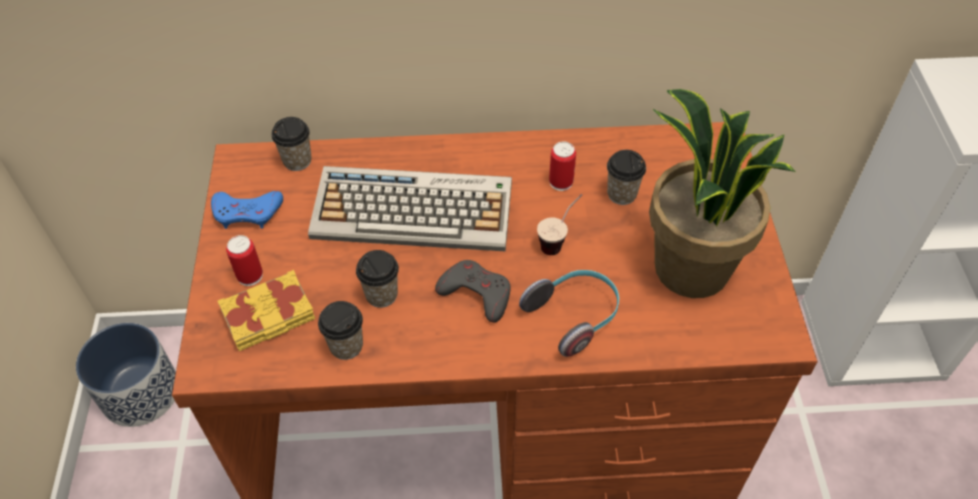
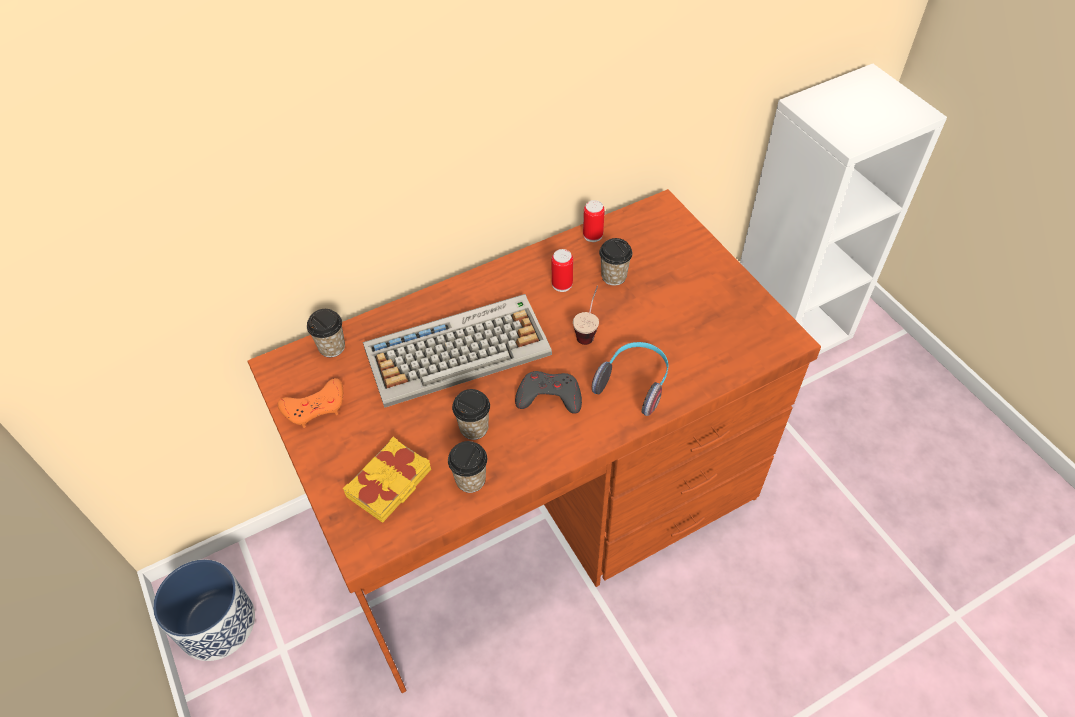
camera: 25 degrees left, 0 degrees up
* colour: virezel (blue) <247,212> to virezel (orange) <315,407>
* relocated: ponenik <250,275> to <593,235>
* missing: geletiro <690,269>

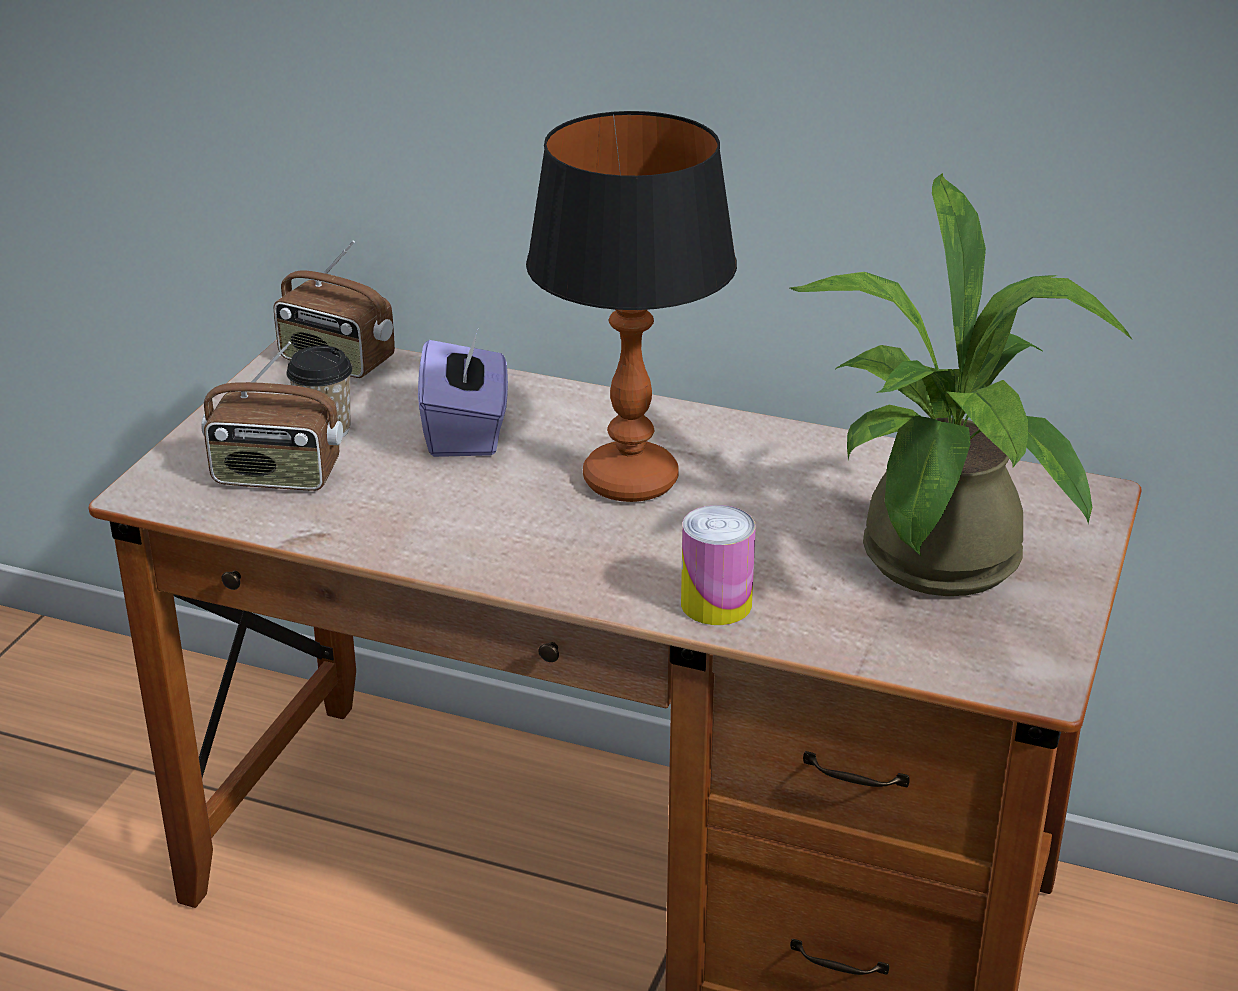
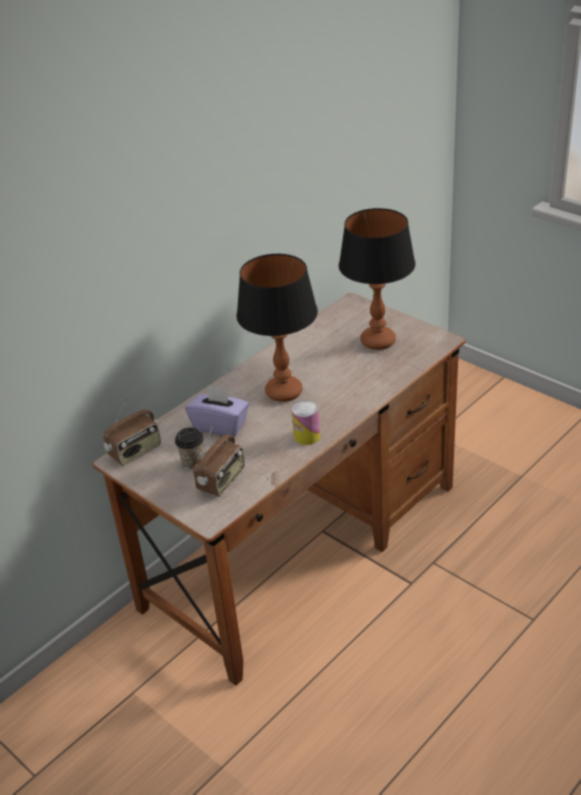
camera: 65 degrees left, 5 degrees up
* relocated: ponenik <716,604> to <307,436>
* exchanged: geletiro <938,570> to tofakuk <377,341>

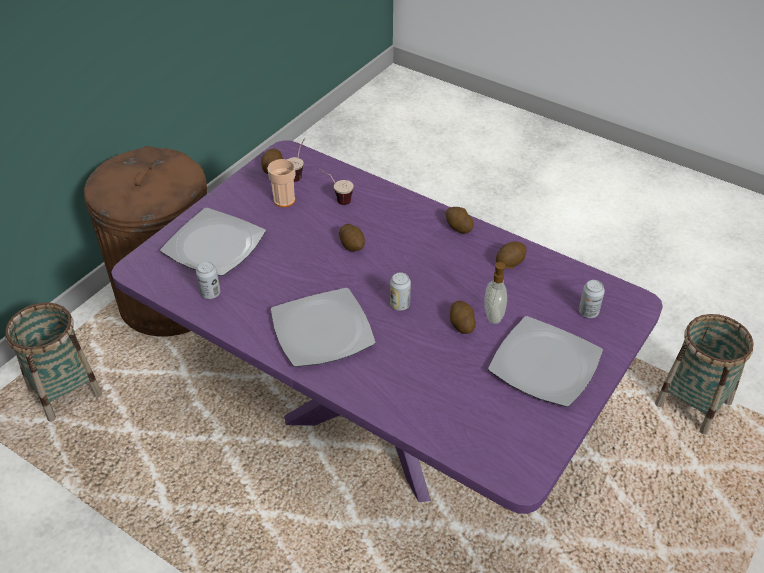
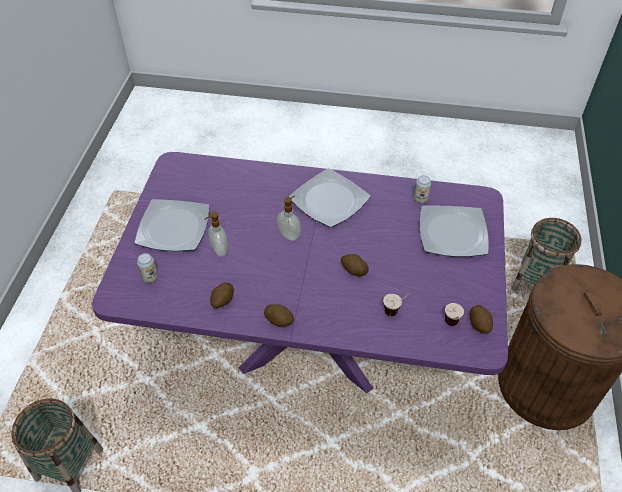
camera: 155 degrees right, 5 degrees up
* missing: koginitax <284,200>
* exchanged: ponenik <399,305> to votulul <289,235>
* missing: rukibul <461,324>

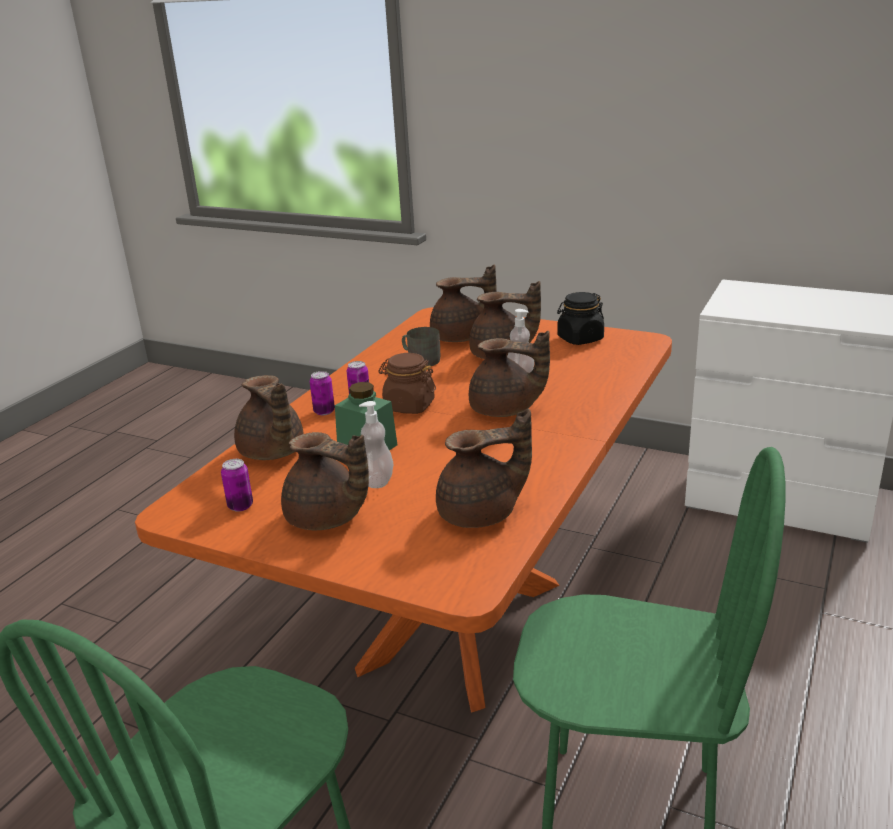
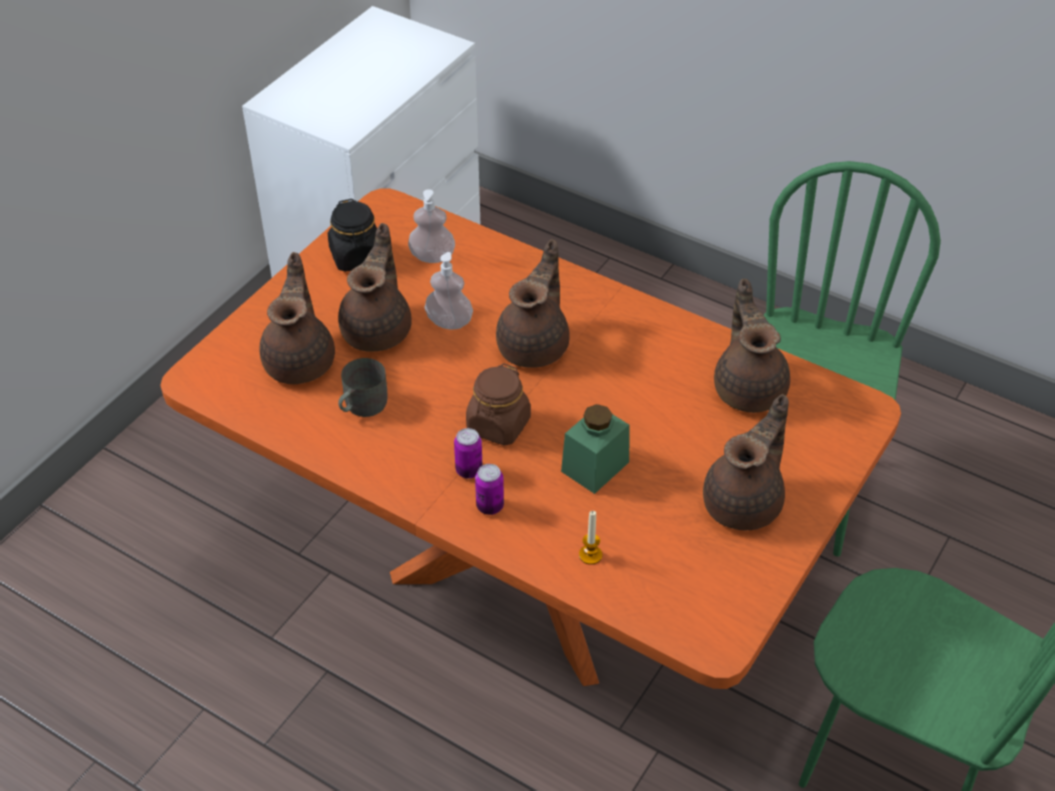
camera: 85 degrees left, 20 degrees up
* missing: ponenik <240,506>
* exchanged: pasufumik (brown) <272,453> to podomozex <590,555>
* relocated: votulul <377,481> to <432,256>

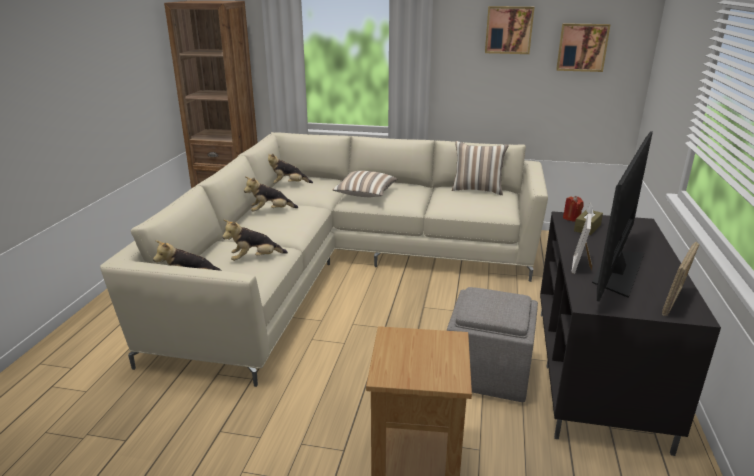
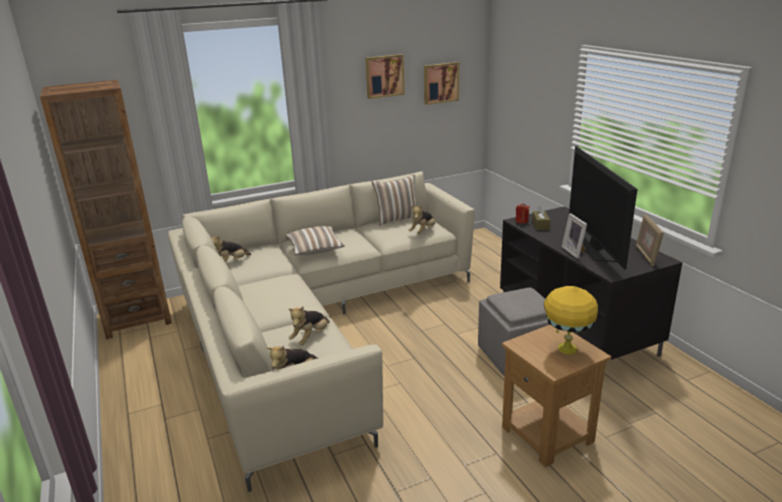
camera: 35 degrees left, 0 degrees up
* relocated: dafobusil <270,212> to <423,232>
* appeared: tofakuk (yellow) <566,348>

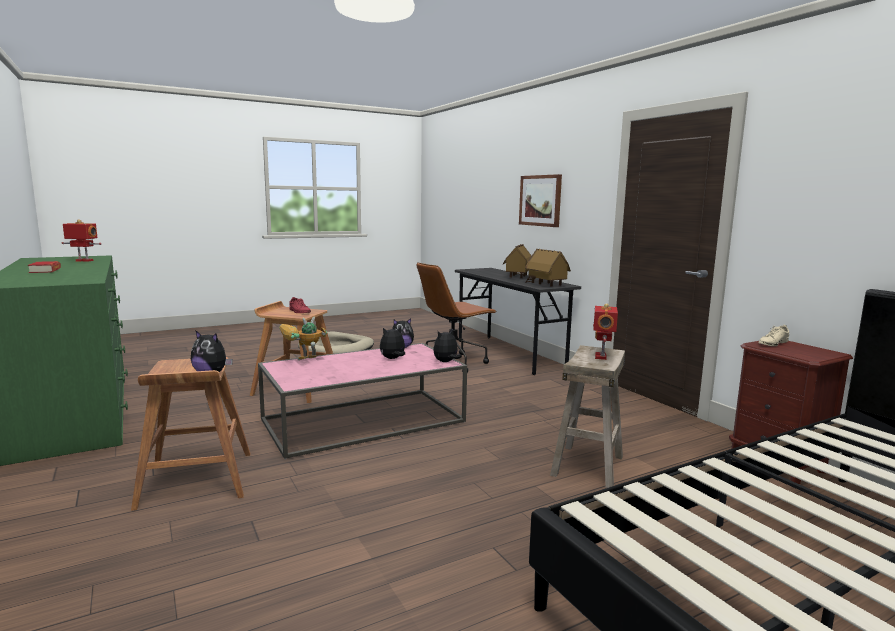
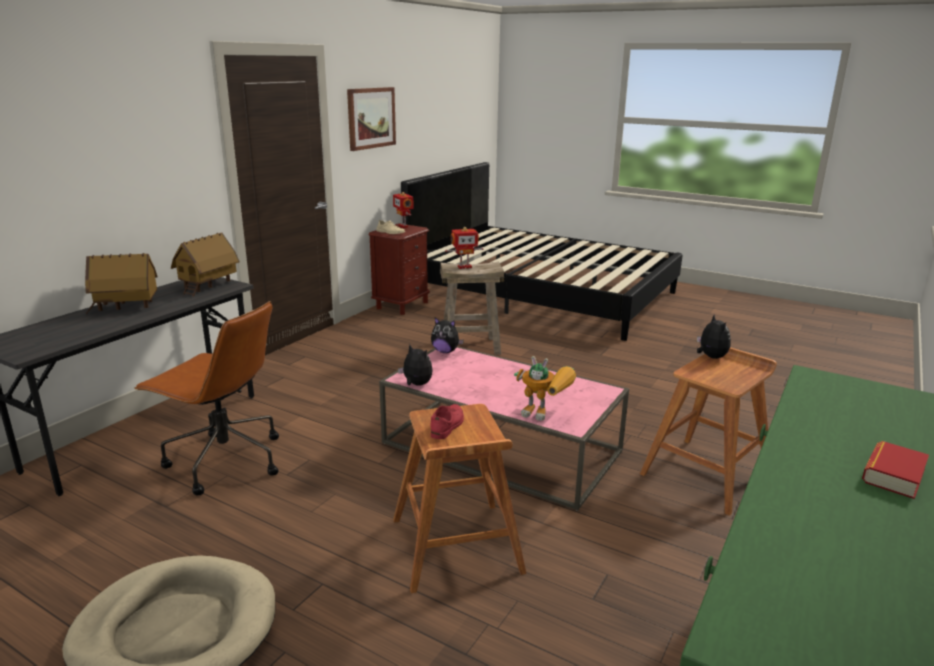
camera: 120 degrees left, 10 degrees up
* relocated: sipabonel <83,261> to <403,226>
* missing: dafobusil <392,359>
* relocated: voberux <540,200> to <371,118>

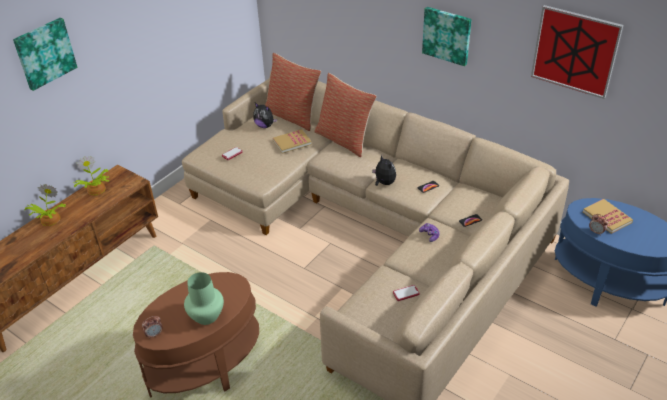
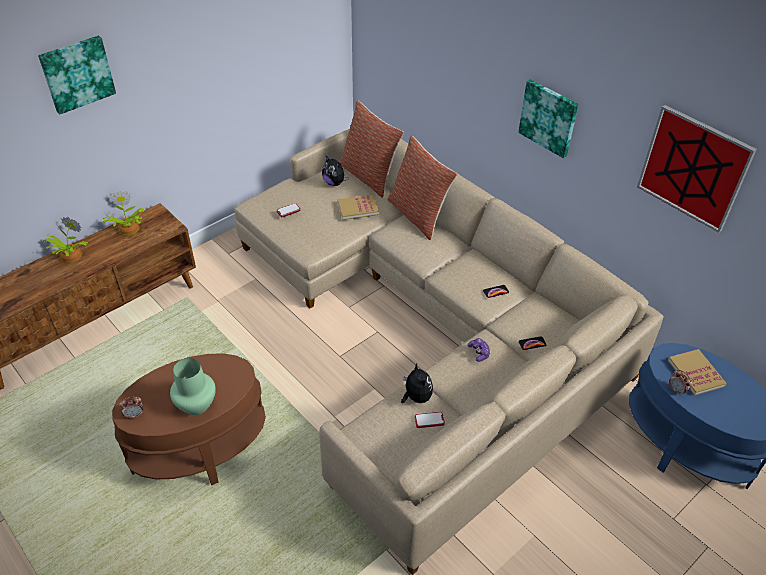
camera: 10 degrees right, 5 degrees up
* relocated: dafobusil <384,183> to <416,397>

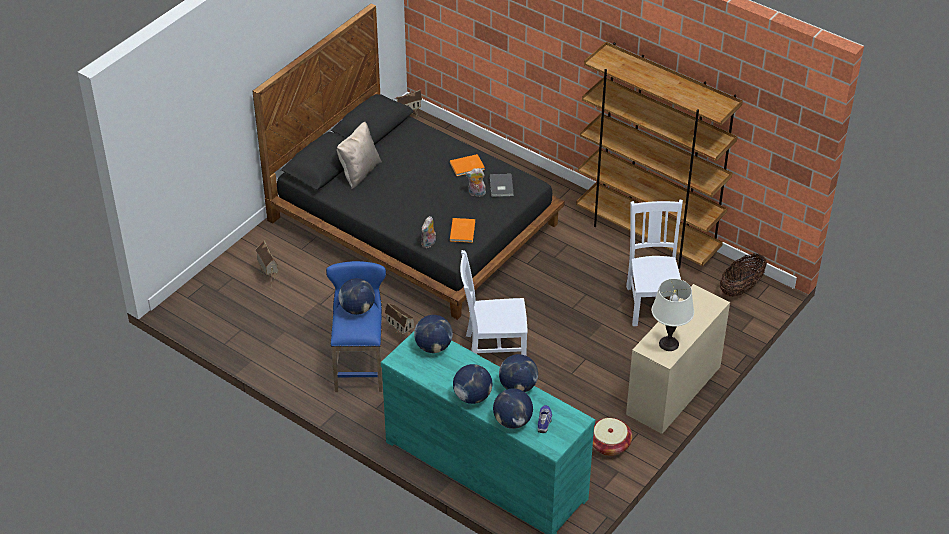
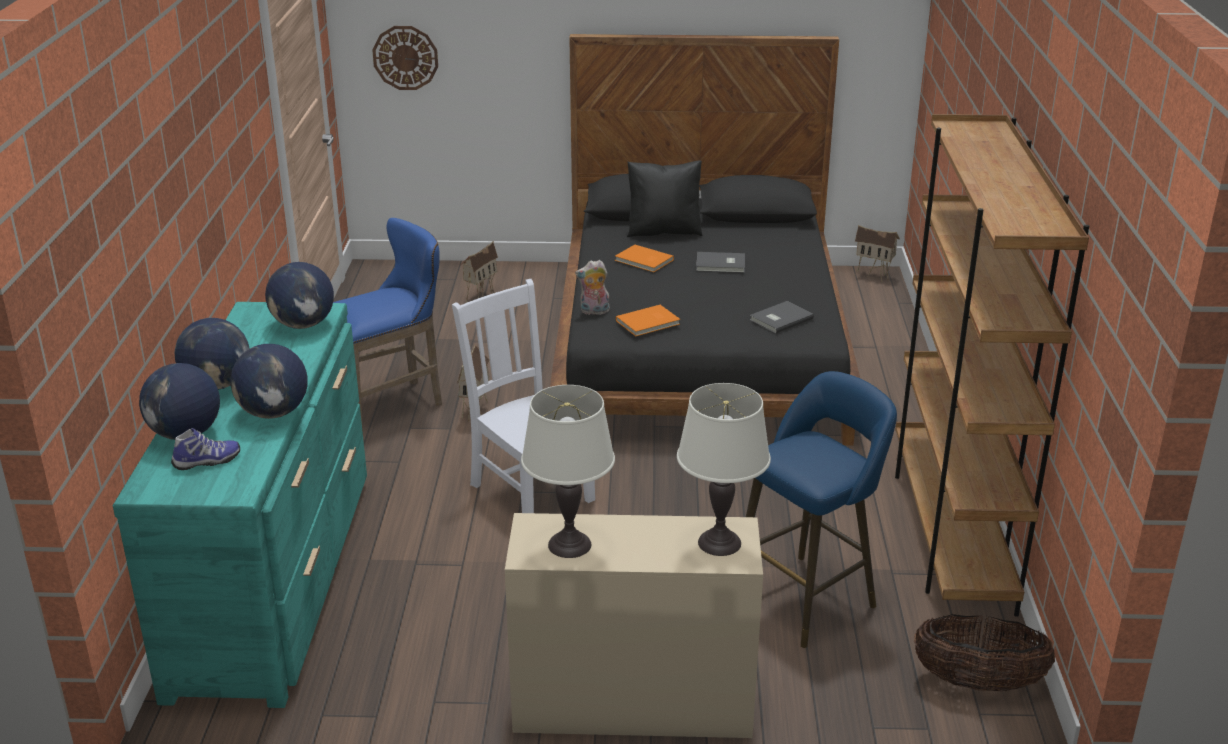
camera: 55 degrees right, 15 degrees down
* colour: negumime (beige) <359,172> to negumime (black) <664,231>
* missing: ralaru <357,309>
* relocated: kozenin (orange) <468,166> to <644,261>
* missing: dafobusil <476,193>
* missing: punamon <609,444>
* exchanged: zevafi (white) <652,303> to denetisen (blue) <808,597>
* appeared: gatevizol <405,57>
* appeared: tofakuk (white) <719,543>
* appeared: kozenin (grey) <721,265>

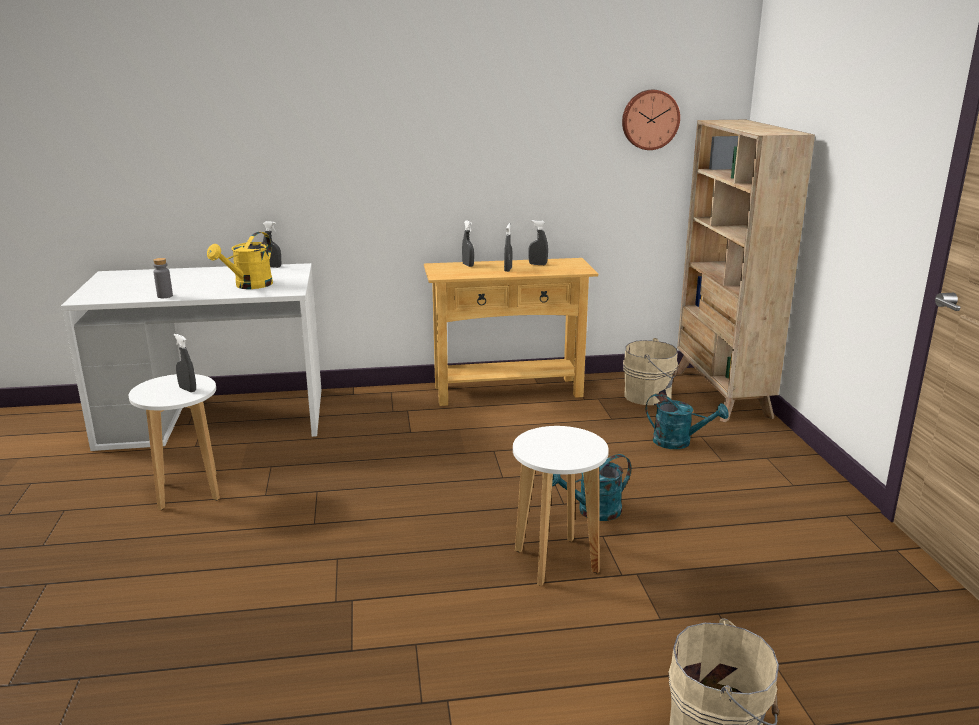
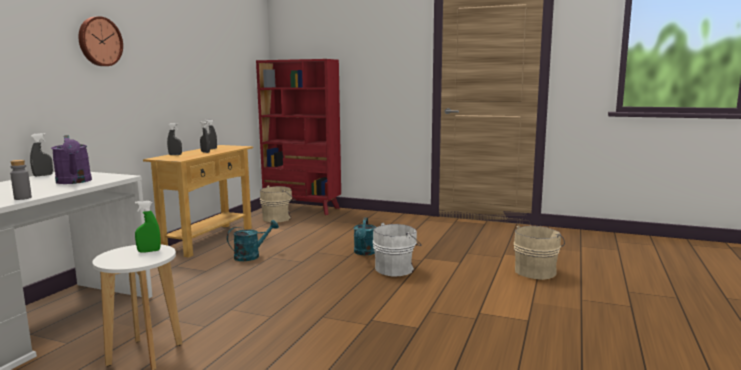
camera: 60 degrees left, 10 degrees down
* colour: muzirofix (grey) <187,389> to muzirofix (green) <149,251>
* colour: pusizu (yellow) <249,286> to pusizu (purple) <74,182>
* exchanged: denetisen (white) <556,561> to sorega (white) <396,268>
* relocated: gatevizol <650,119> to <99,41>
* relocated: pusizu (turquoise) <679,442> to <251,256>
* colour: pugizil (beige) <721,394> to pugizil (red) <302,208>

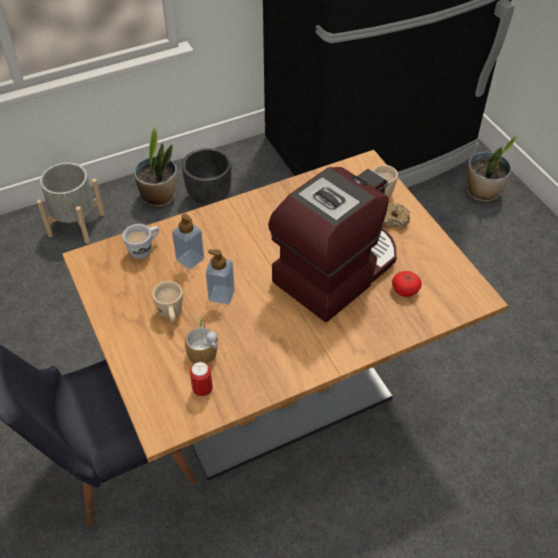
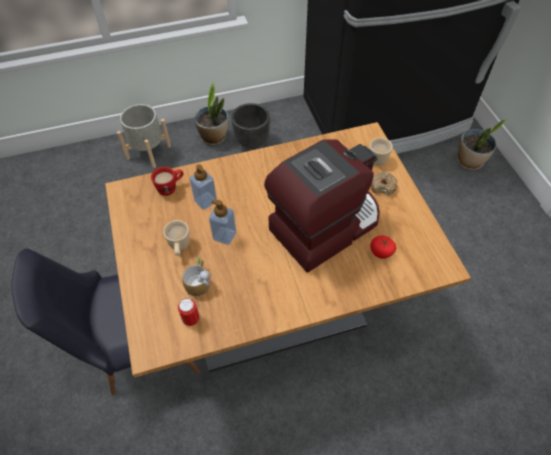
camera: 10 degrees right, 5 degrees up
* colour: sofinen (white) <144,249> to sofinen (red) <171,188>

